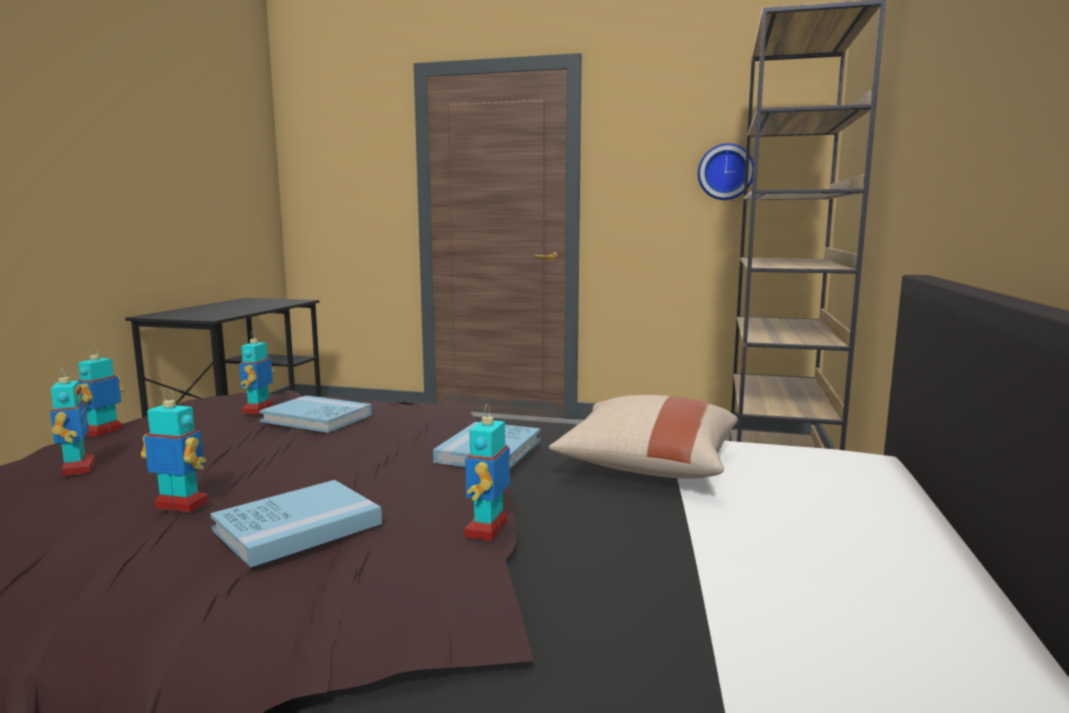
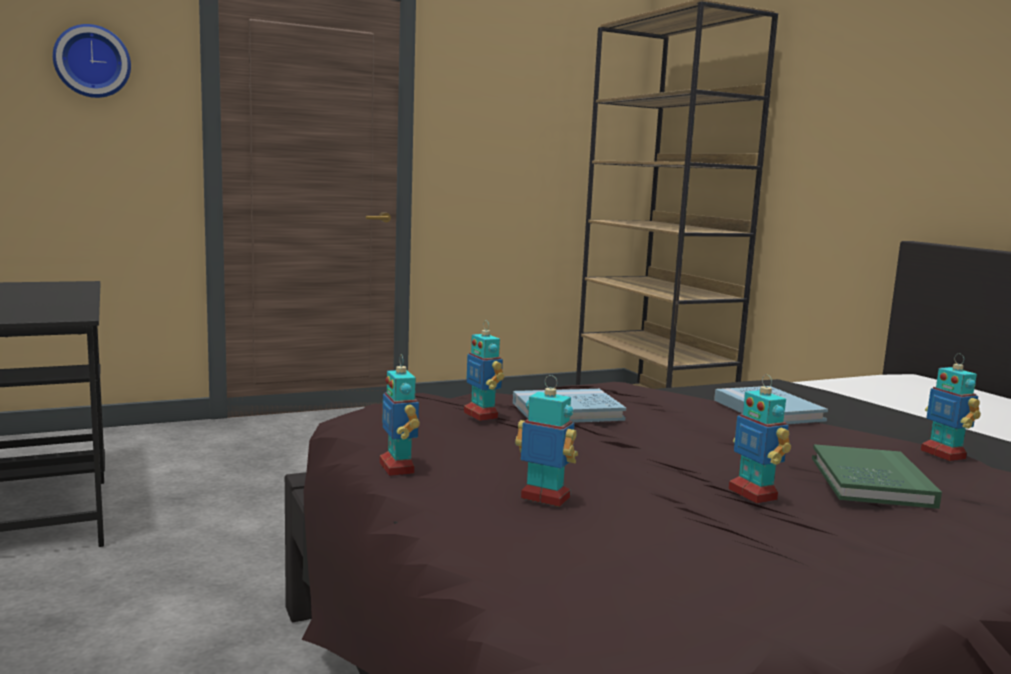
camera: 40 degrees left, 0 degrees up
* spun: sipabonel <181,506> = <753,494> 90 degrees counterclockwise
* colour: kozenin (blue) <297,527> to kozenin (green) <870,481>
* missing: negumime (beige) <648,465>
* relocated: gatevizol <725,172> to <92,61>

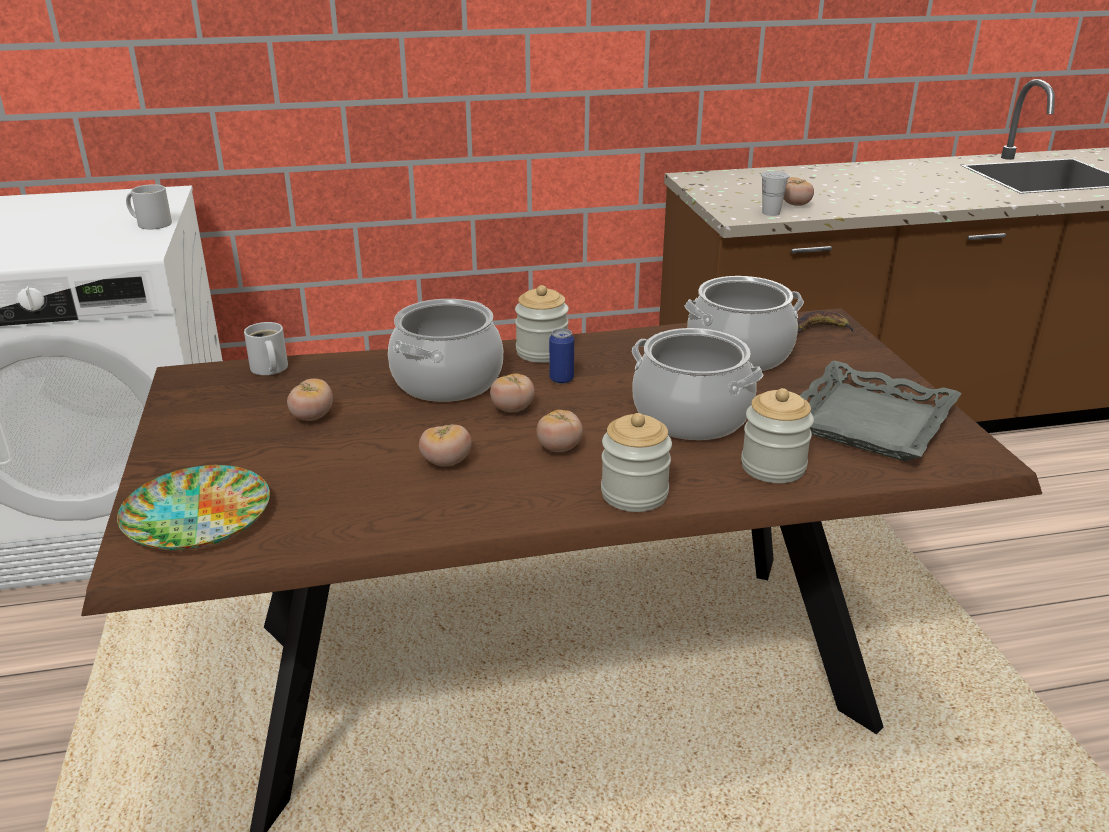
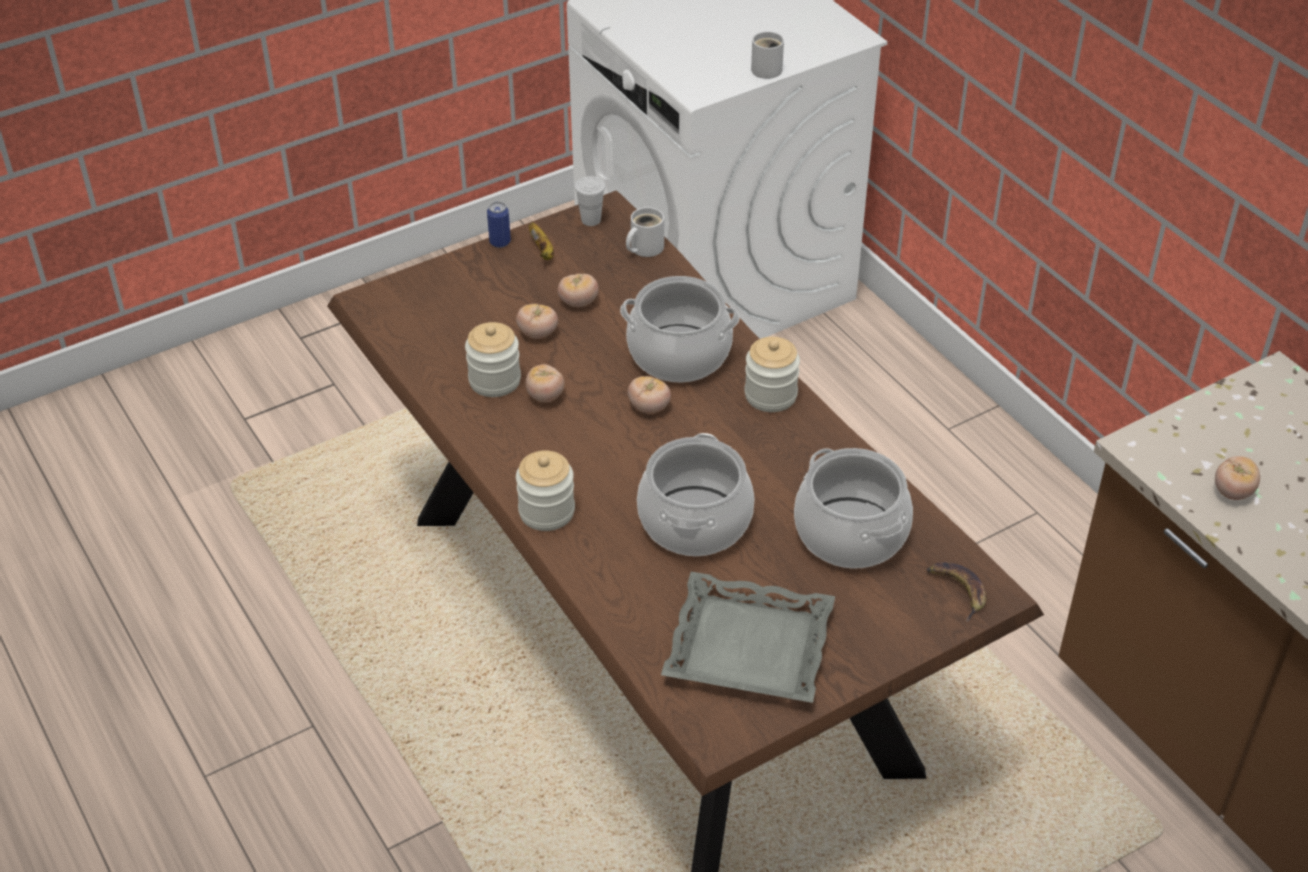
camera: 70 degrees right, 15 degrees up
* missing: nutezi <196,517>
* relocated: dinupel <559,448> to <537,333>
* relocated: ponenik <561,379> to <500,242>
* relocated: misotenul <773,467> to <494,380>
* relocated: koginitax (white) <771,213> to <591,220>
* appeared: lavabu <542,251>

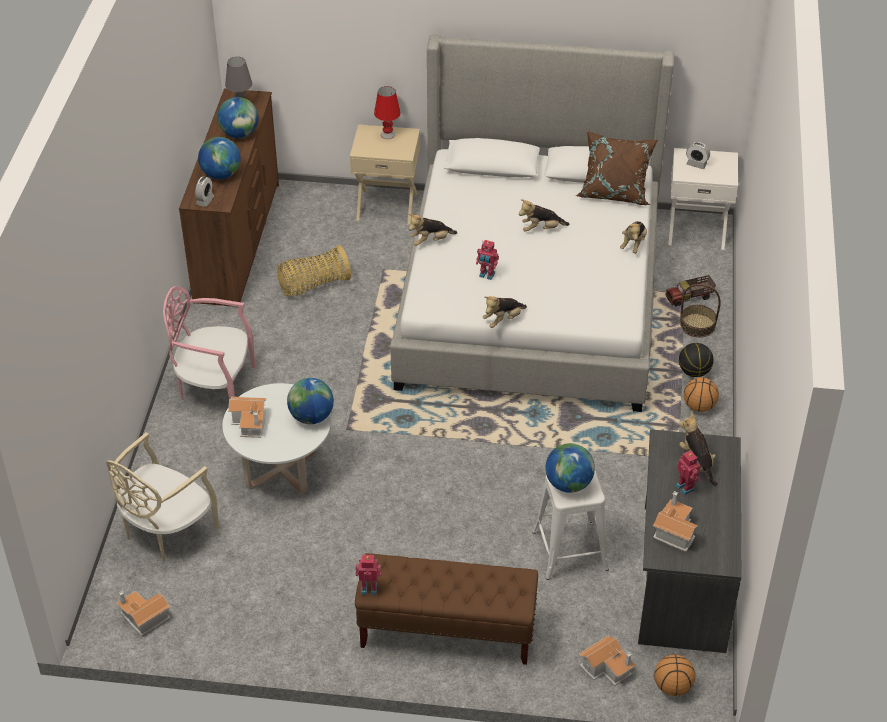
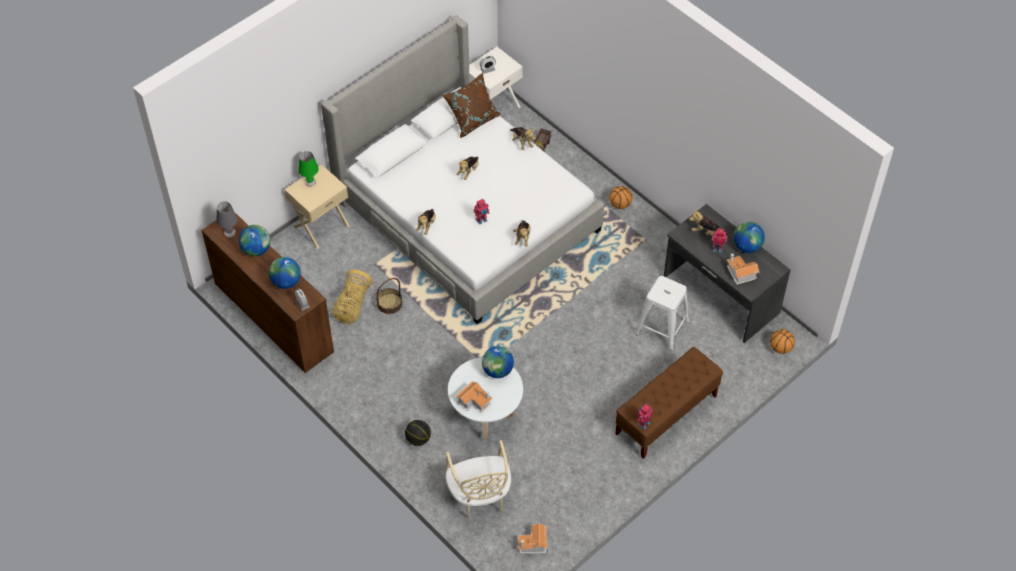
camera: 50 degrees left, 10 degrees up
* missing: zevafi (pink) <215,387>
* colour: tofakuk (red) <388,135> to tofakuk (green) <310,182>
* relocated: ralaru <568,484> to <747,246>
* missing: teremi <607,667>
* relocated: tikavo <694,372> to <418,439>
* relocated: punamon <697,325> to <389,303>

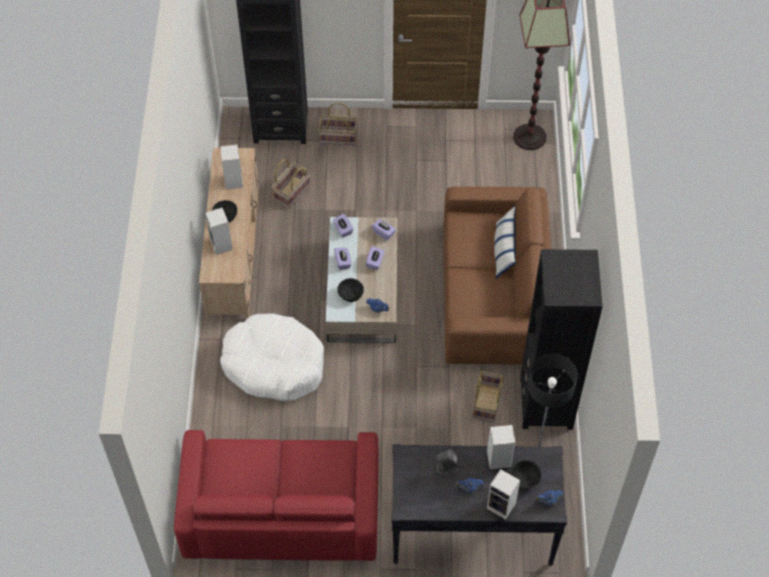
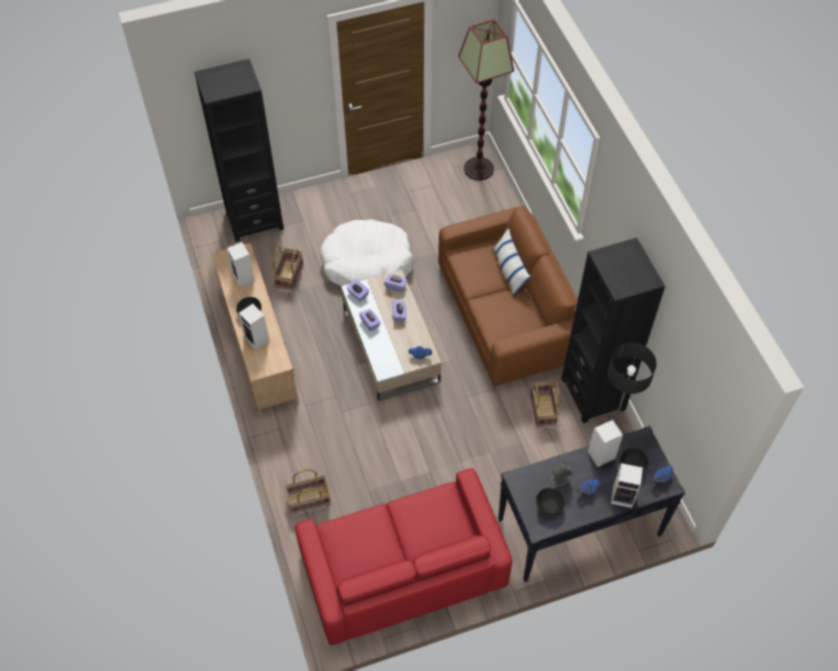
camera: 20 degrees left, 0 degrees up
* relocated: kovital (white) <274,364> to <367,263>
* relocated: punamon <338,137> to <309,500>
* relocated: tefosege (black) <350,295> to <549,506>

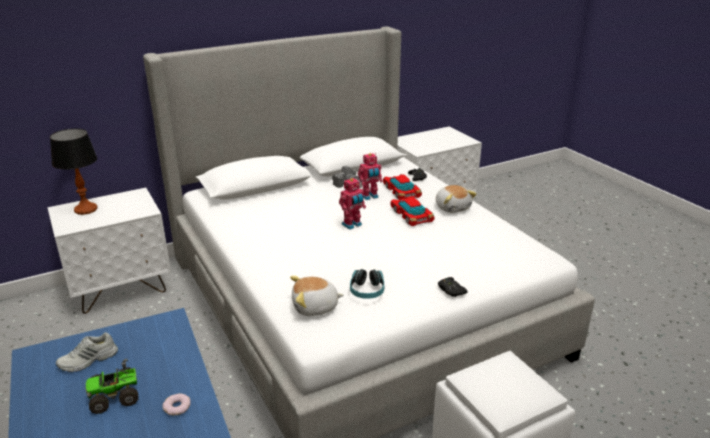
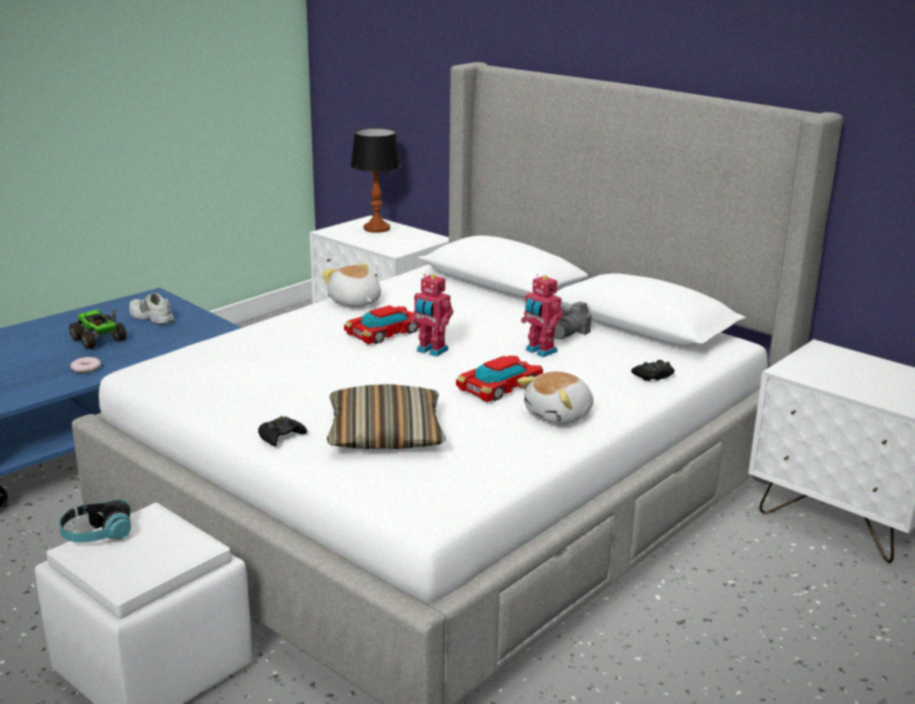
camera: 70 degrees right, 5 degrees down
* relocated: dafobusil <315,307> to <354,302>
* relocated: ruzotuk <367,291> to <97,533>
* relocated: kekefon <402,191> to <385,332>
* appeared: negumime <385,434>

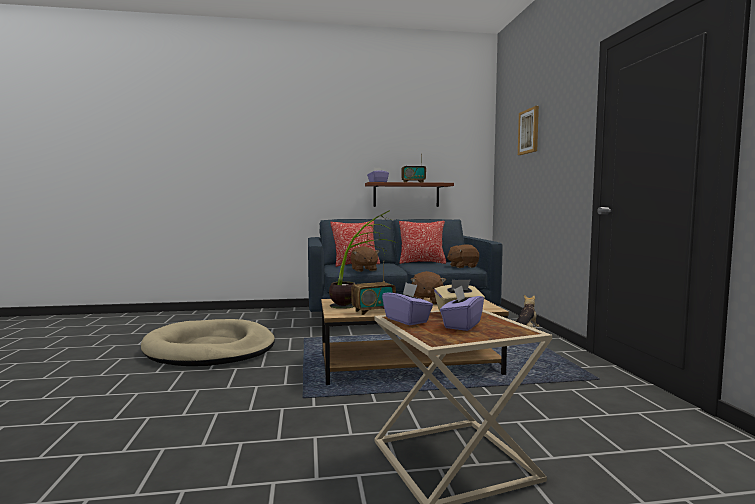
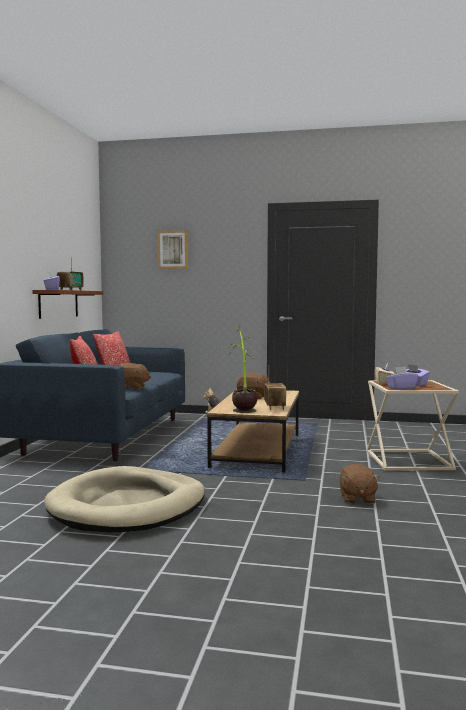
camera: 70 degrees left, 0 degrees up
* relocated: dafobusil (brown) <462,266> to <357,499>

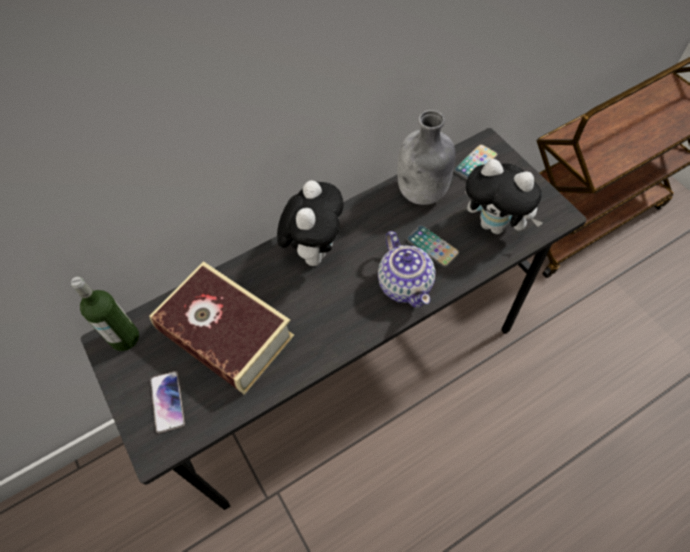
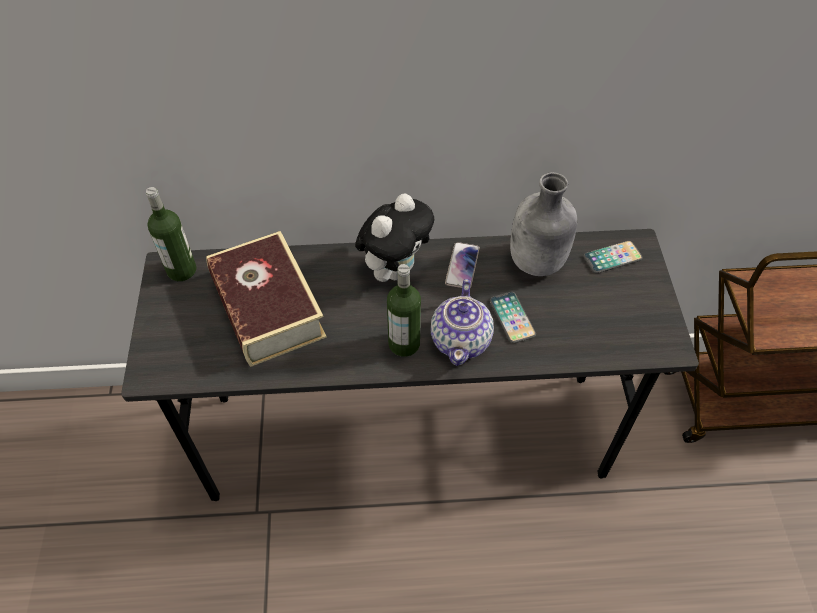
camera: 25 degrees right, 5 degrees down
* relocated: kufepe <167,401> to <462,266>
* missing: dafobusil <495,225>
* appeared: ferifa <404,343>

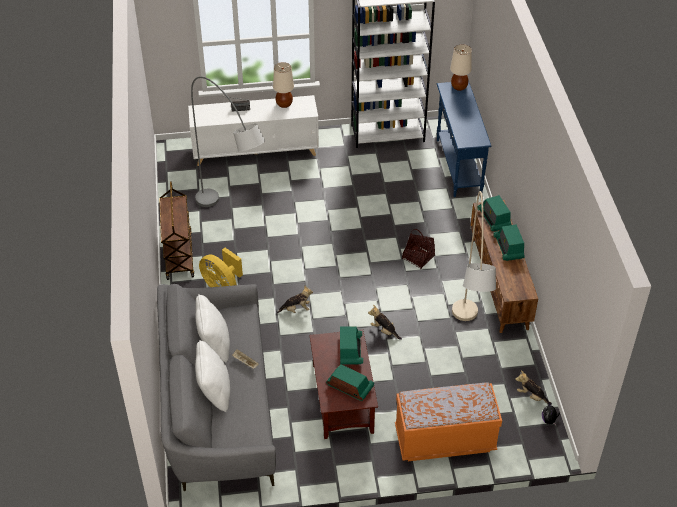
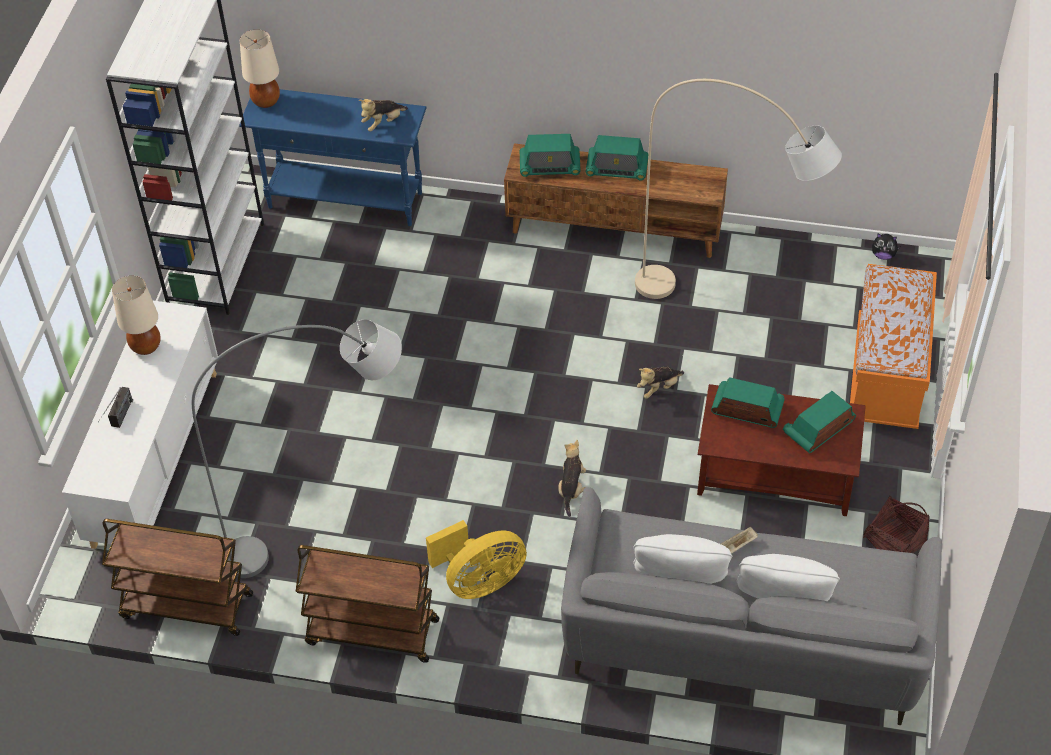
camera: 70 degrees left, 5 degrees up
* relocated: punamon <418,258> to <894,542>
* relocated: dafobusil <531,396> to <383,123>
* appeared: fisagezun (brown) <185,606>

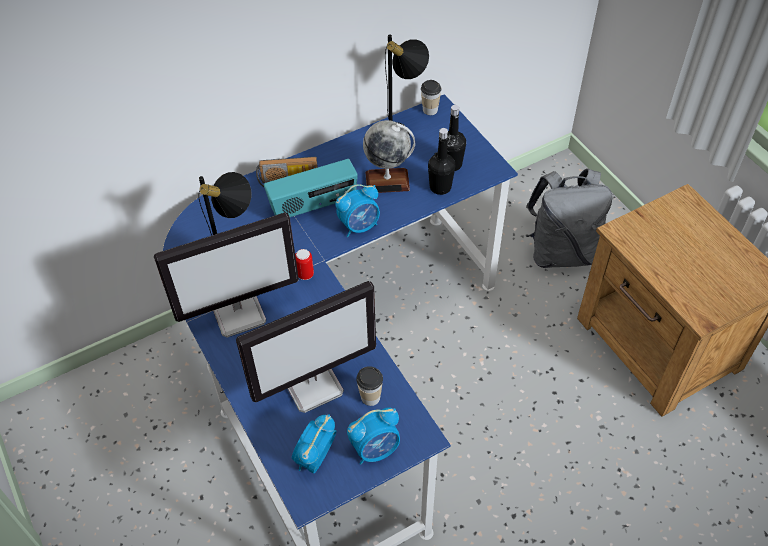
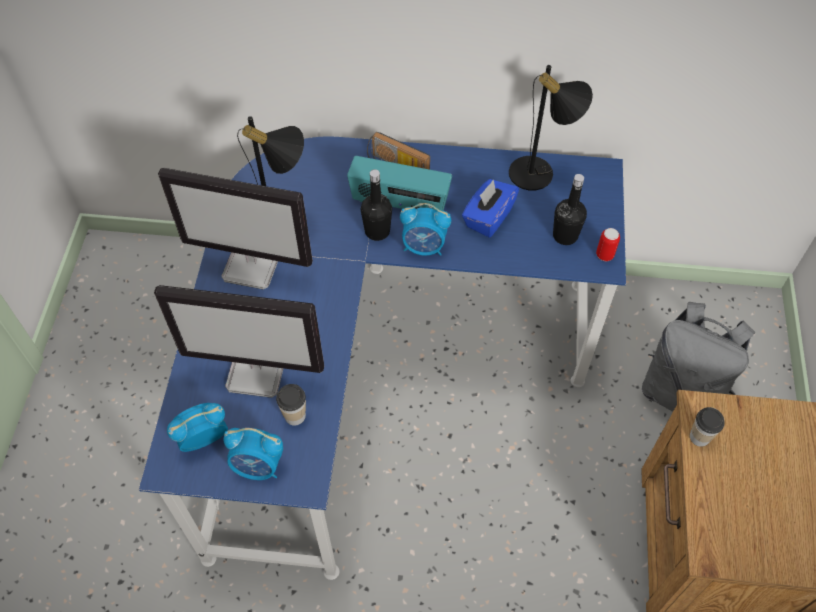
camera: 35 degrees right, 5 degrees up
* relocated: ponenik <305,274> to <604,255>
* exchanged: ralaru <387,181> to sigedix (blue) <488,217>
* relocated: koginitax <430,110> to <699,437>
* relocated: ferifa (black) <440,187> to <377,231>

